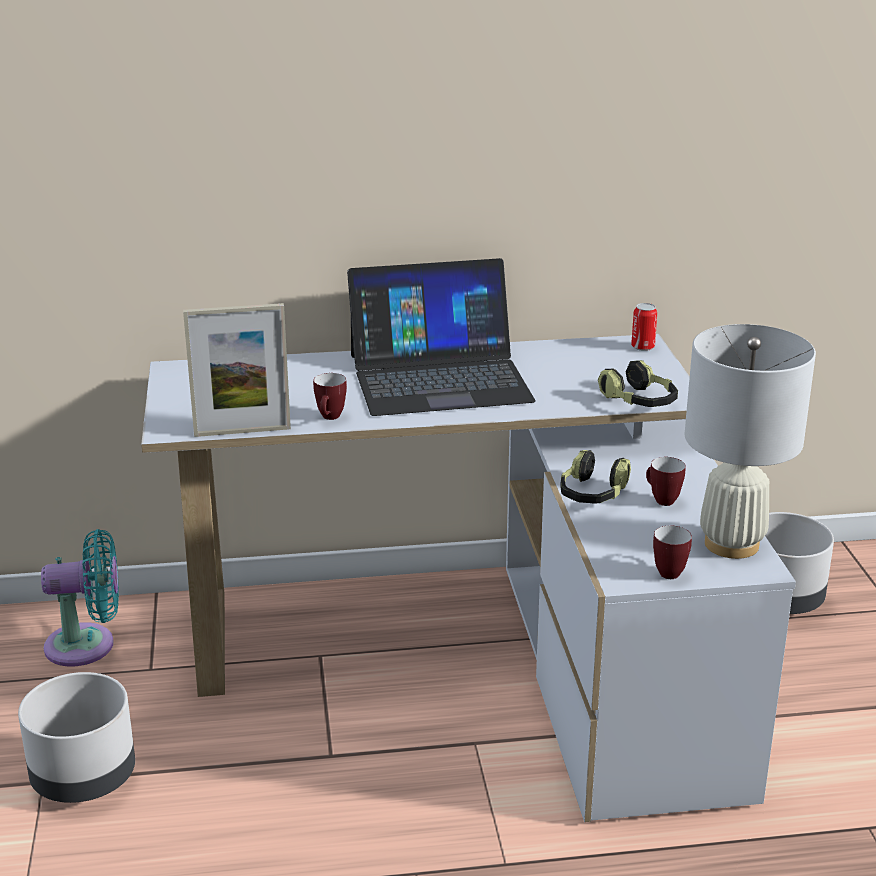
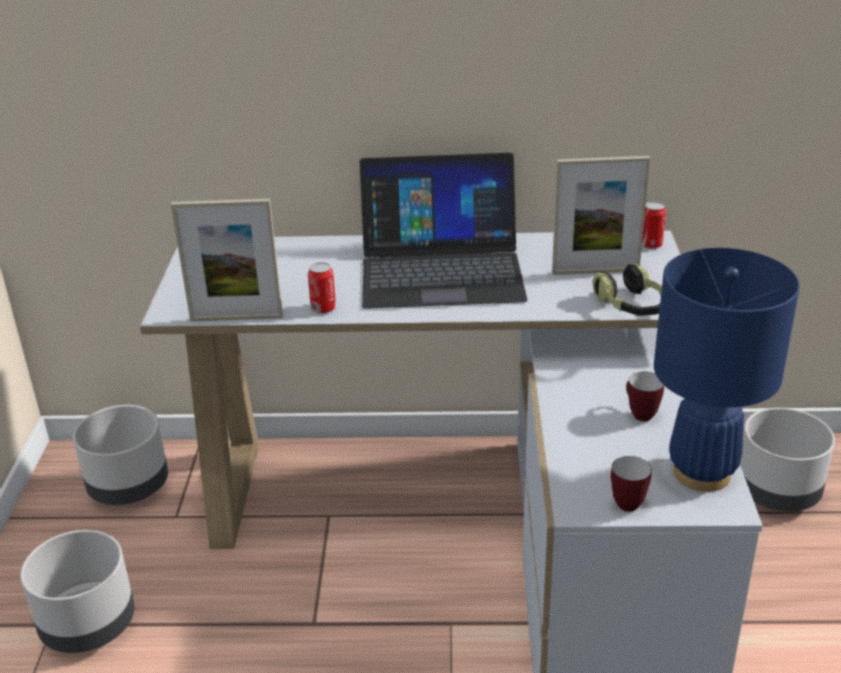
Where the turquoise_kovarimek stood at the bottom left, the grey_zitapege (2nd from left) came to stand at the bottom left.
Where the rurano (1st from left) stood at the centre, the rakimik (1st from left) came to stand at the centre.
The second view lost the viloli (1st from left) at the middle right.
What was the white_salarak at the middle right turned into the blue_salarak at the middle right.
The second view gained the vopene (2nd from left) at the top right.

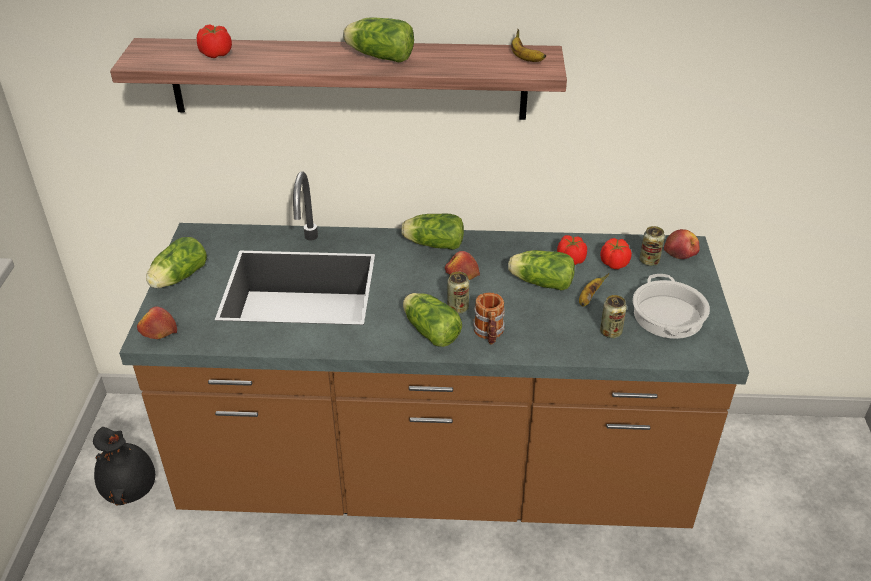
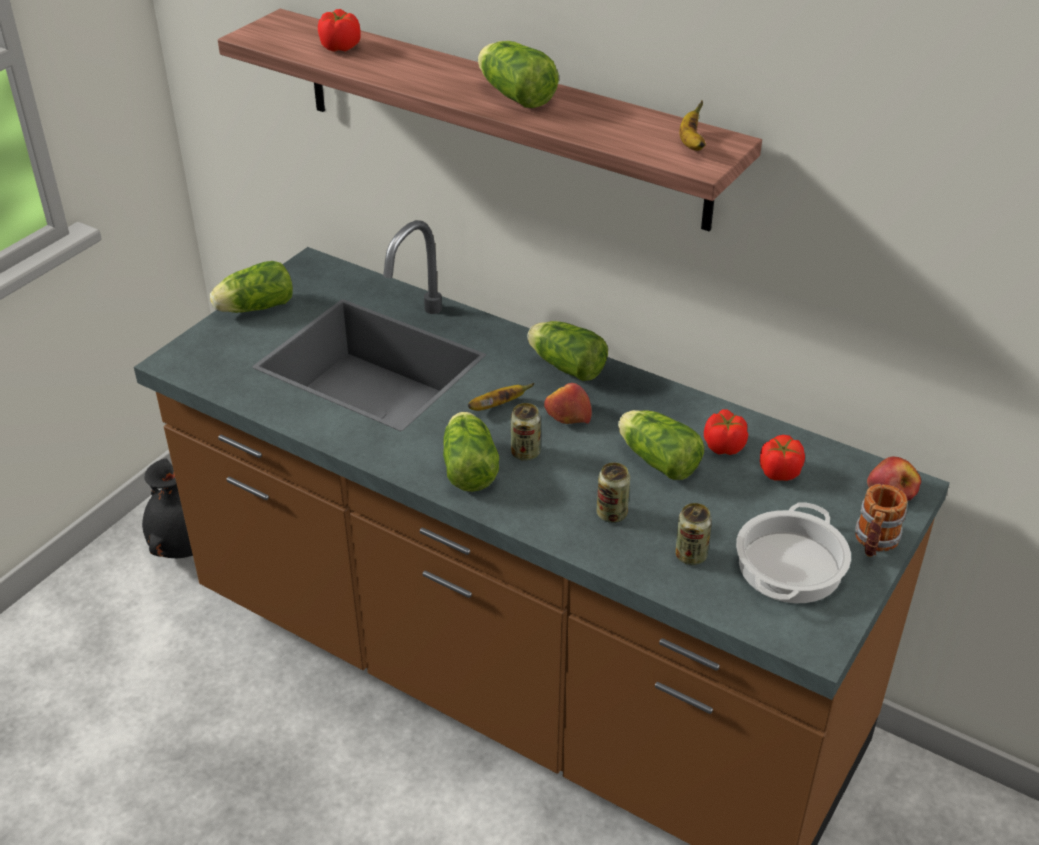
The second view lost the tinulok (1st from left) at the middle left.
The rurano ended up elsewhere, having gone from the centre to the middle right.
The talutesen (2nd from left in the first image) ended up elsewhere, having gone from the middle right to the centre.
The rakimik (3rd from left in the first image) ended up elsewhere, having gone from the middle right to the centre.

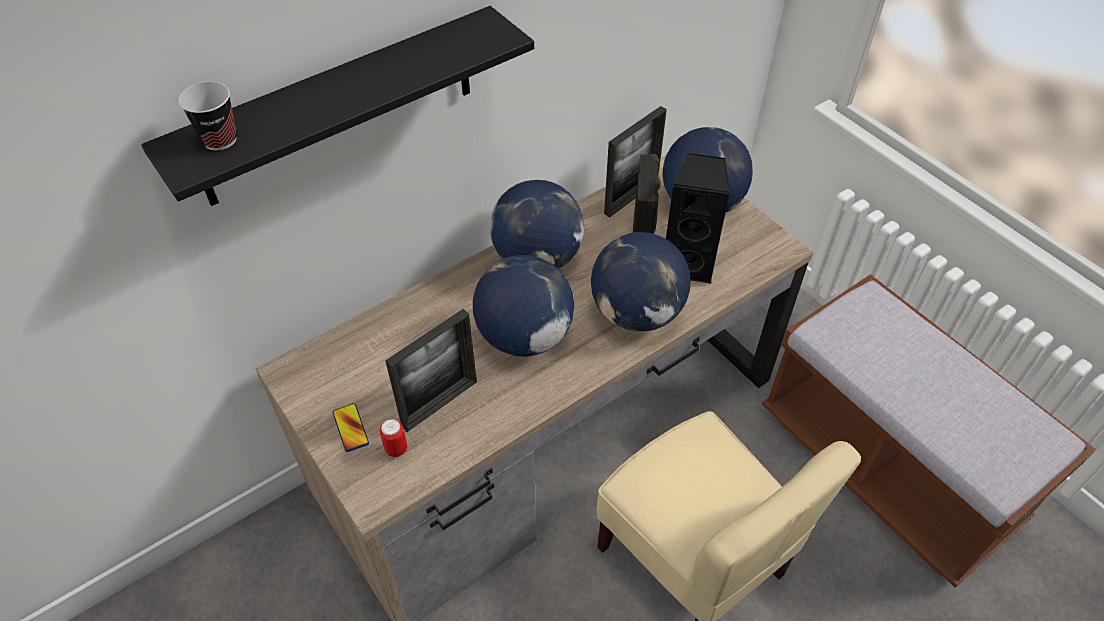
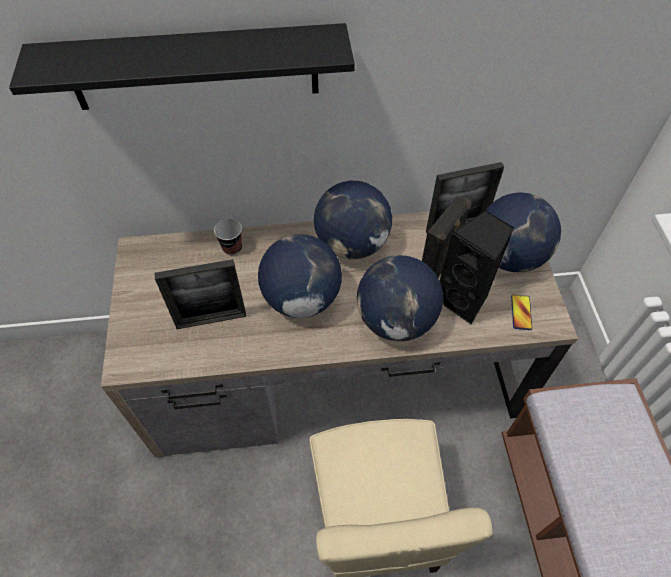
The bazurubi ended up elsewhere, having gone from the top left to the centre.
The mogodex ended up elsewhere, having gone from the bottom left to the middle right.
The second view lost the rakimik at the bottom centre.

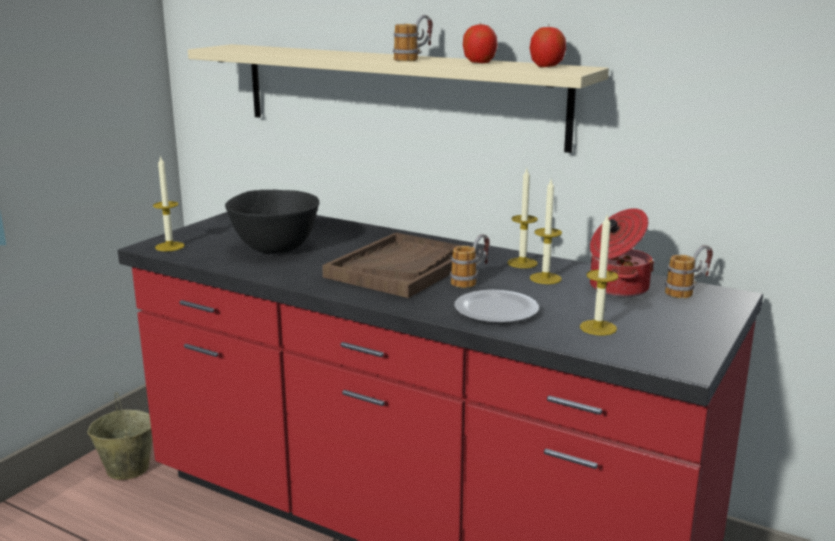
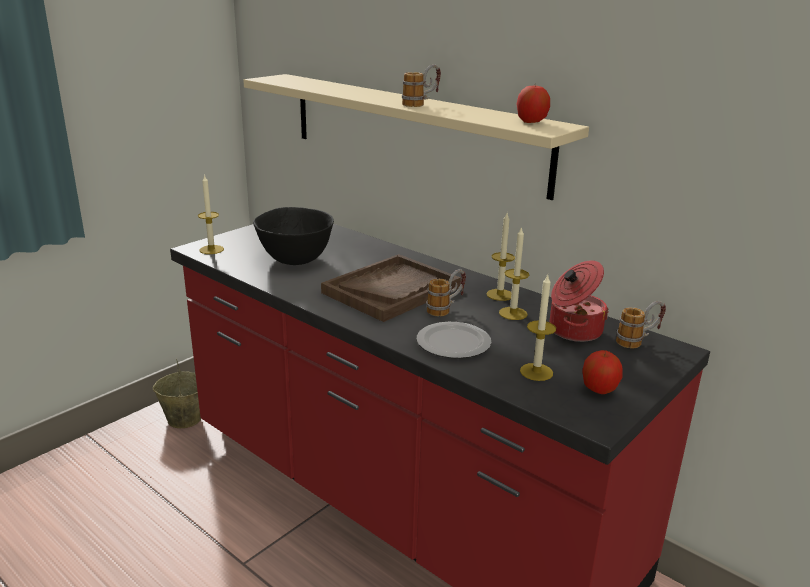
The tinulok (1st from left in the first image) ended up elsewhere, having gone from the top centre to the middle right.

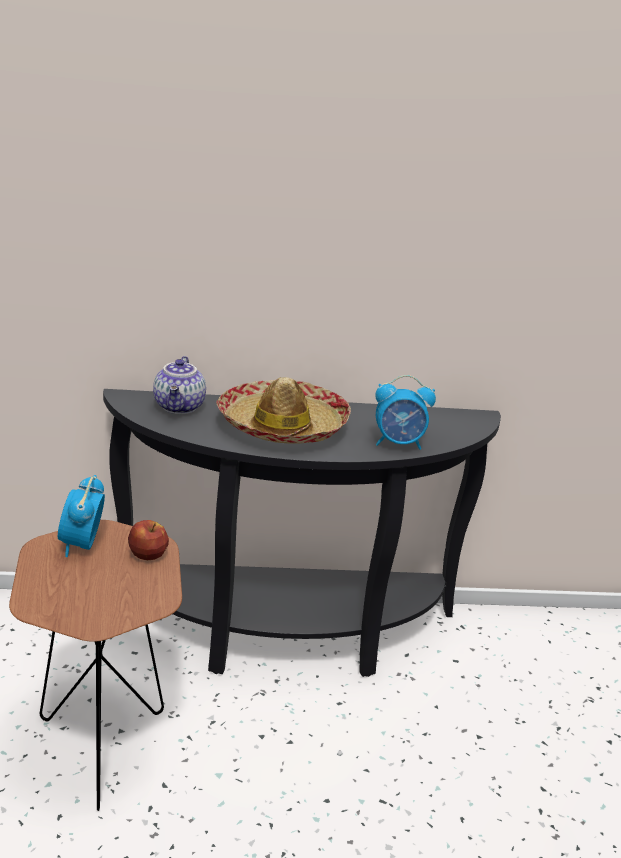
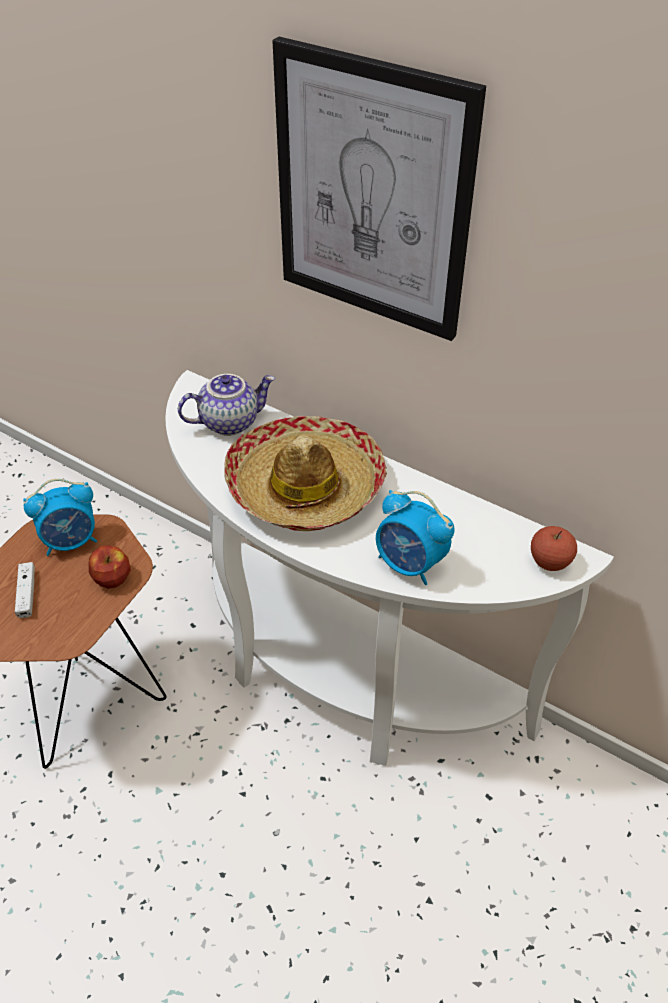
The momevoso (1st from left) at the middle left ended up facing another way, 150 degrees counterclockwise from before.
What was the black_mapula at the centre turned into the white_mapula at the centre.
The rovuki at the middle left ended up facing another way, 150 degrees counterclockwise from before.
The second view gained the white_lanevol at the middle left.
The second view gained the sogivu at the top centre.
The second view gained the tinulok (2nd from left) at the middle right.

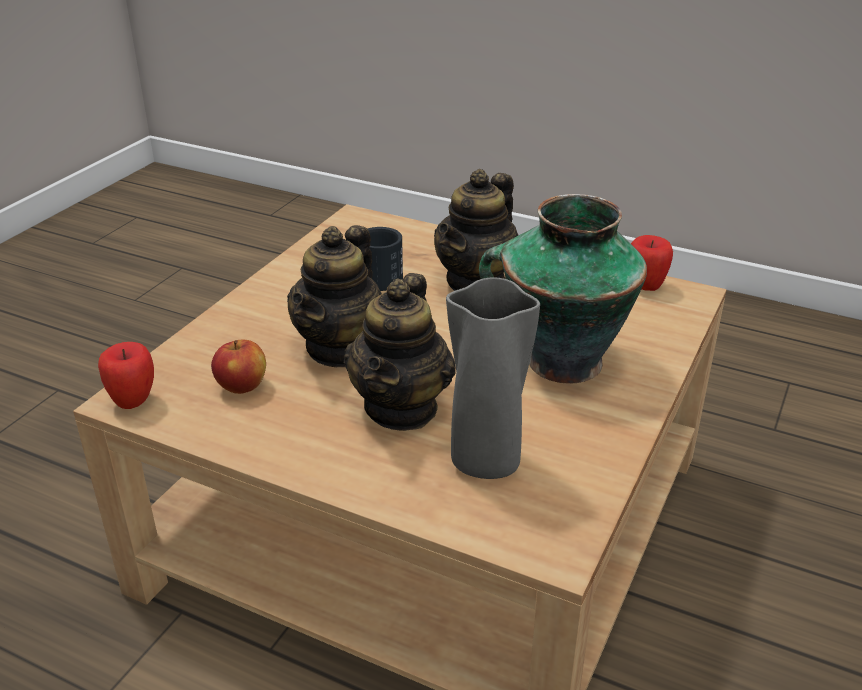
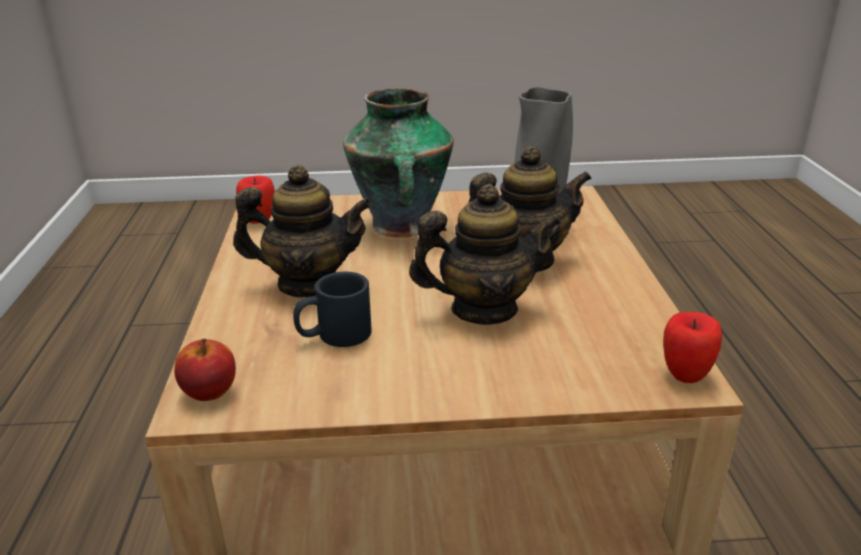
The tinulok (2nd from left in the first image) ended up elsewhere, having gone from the middle left to the bottom left.

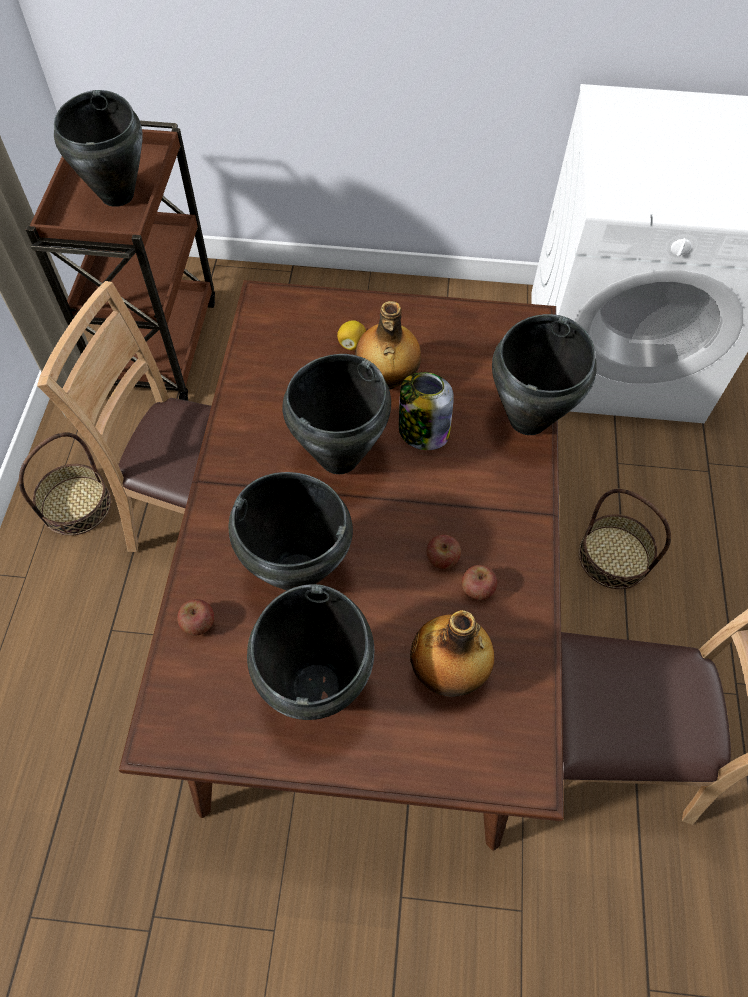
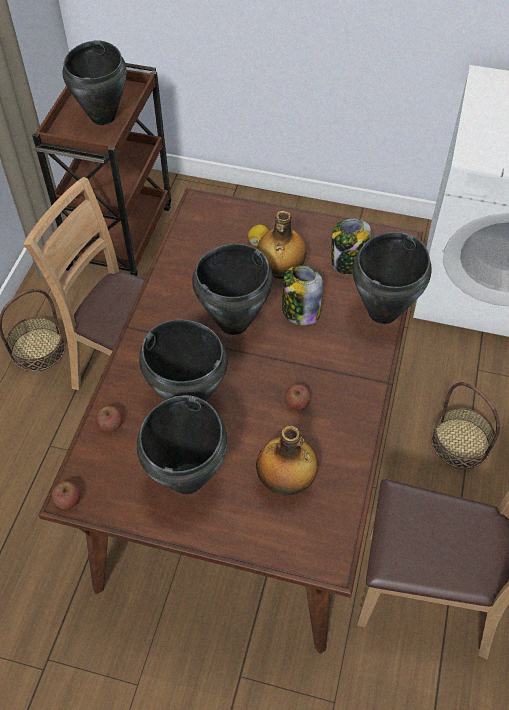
The tinulok (3rd from left in the first image) ended up elsewhere, having gone from the centre to the bottom left.
The second view gained the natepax (2nd from left) at the middle right.

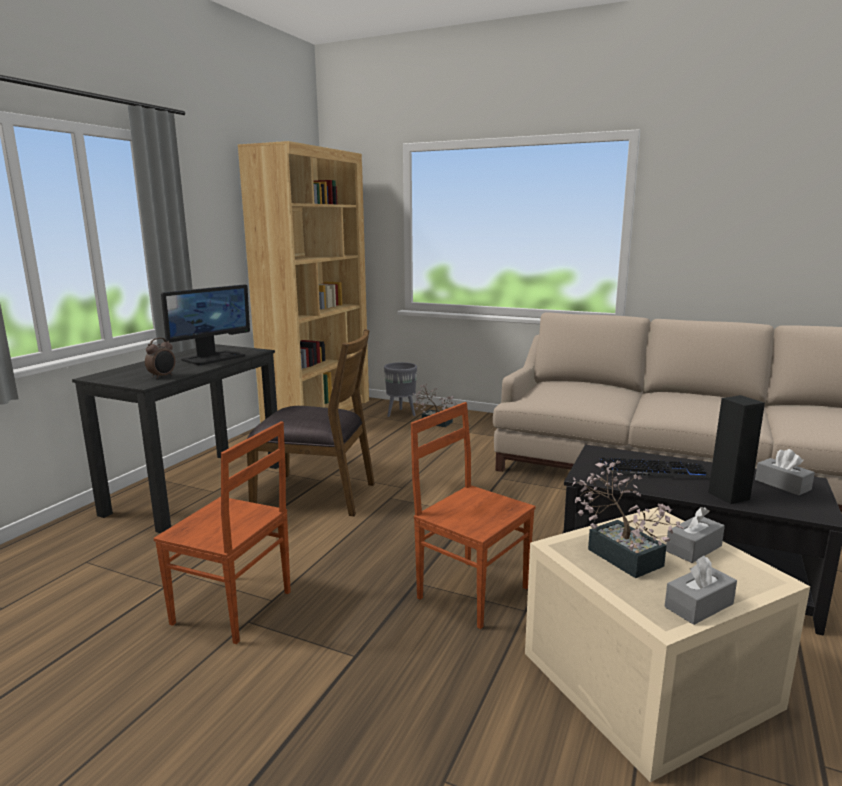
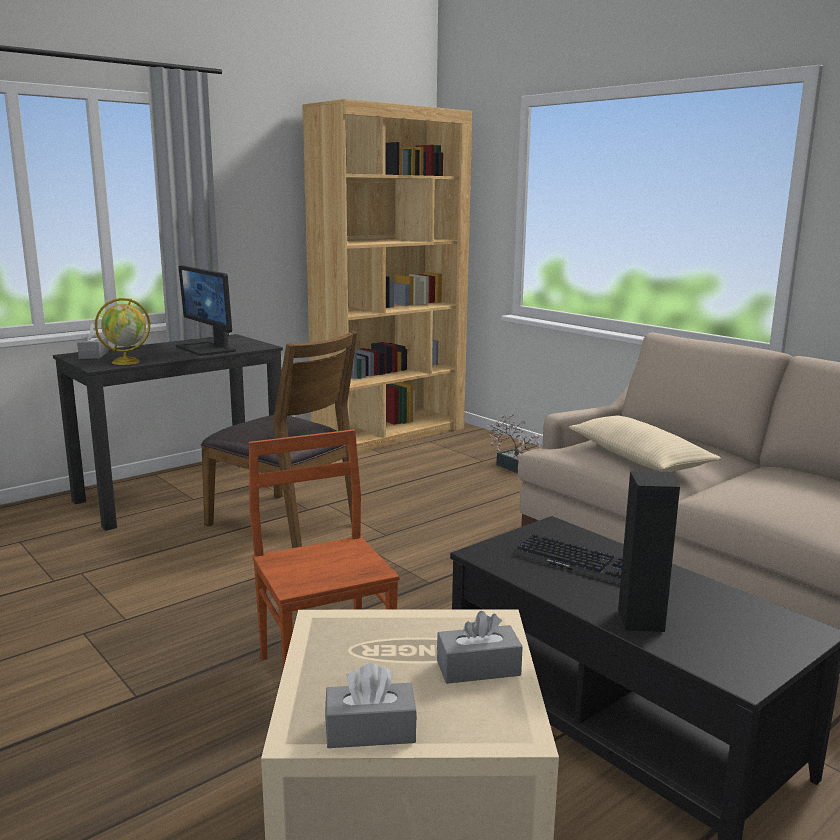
Where the momevoso stood at the middle left, the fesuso came to stand at the middle left.
The second view lost the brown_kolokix (1st from left) at the bottom left.
The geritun at the middle left ended up facing another way, 75 degrees clockwise from before.
The second view lost the grey_zitapege at the centre.
The second view lost the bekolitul (2nd from left) at the middle right.
The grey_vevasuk (3rd from left in the first image) ended up elsewhere, having gone from the middle right to the middle left.
The second view gained the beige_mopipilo at the middle right.

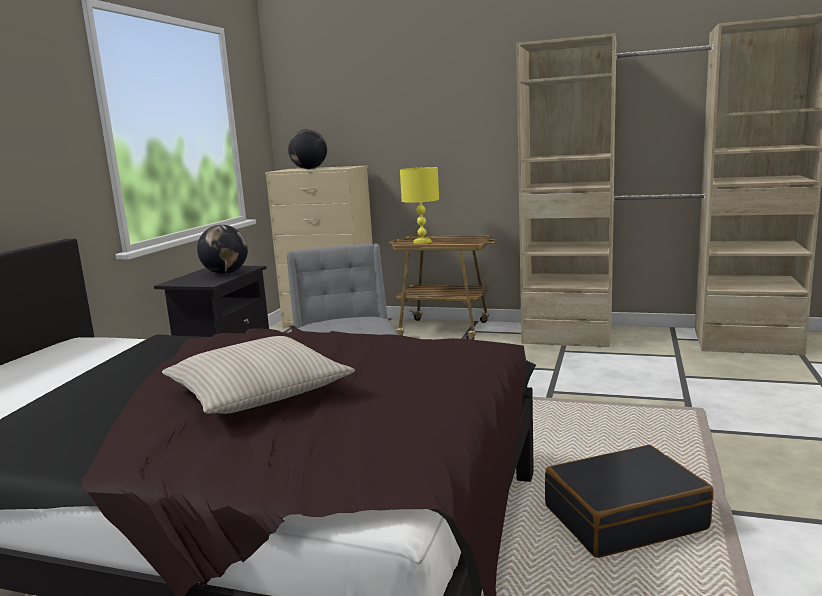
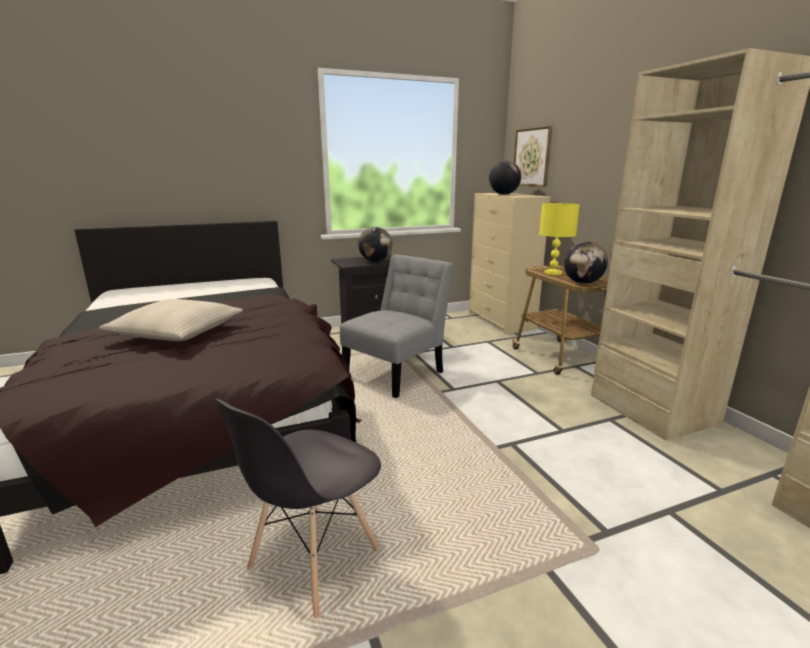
Where the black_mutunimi stood at the bottom right, the grey_kolokix (1st from left) came to stand at the bottom centre.
The second view gained the sogivu at the top centre.
The second view gained the fesuso (3rd from left) at the middle right.

